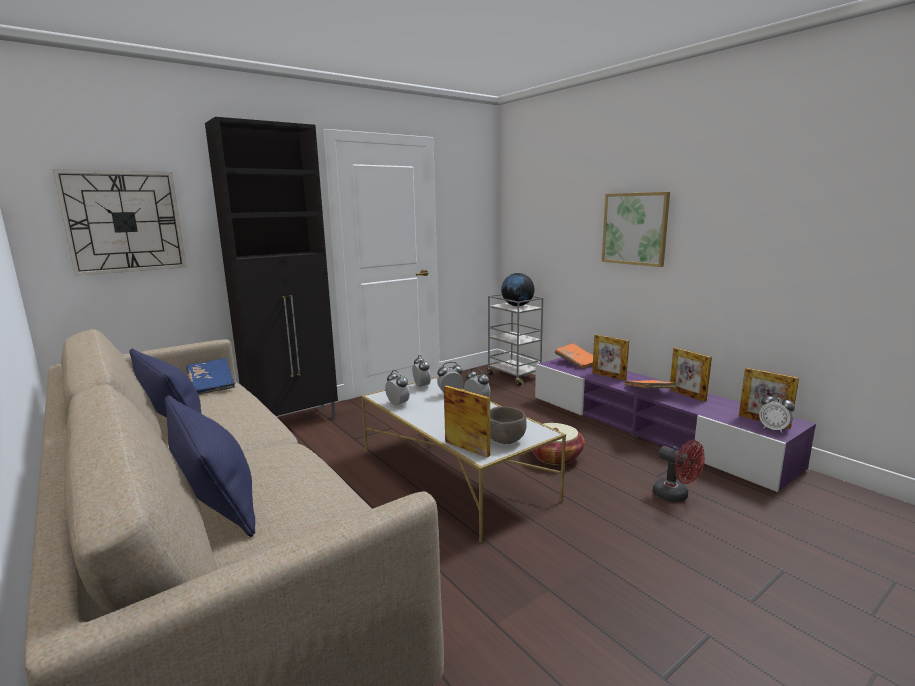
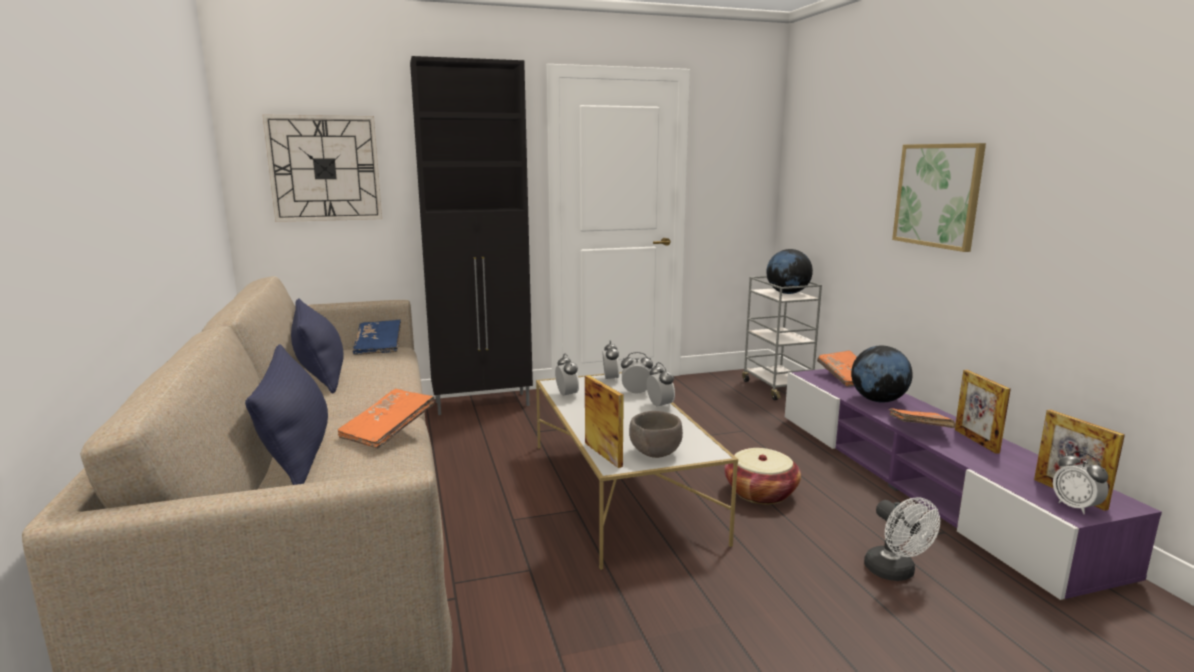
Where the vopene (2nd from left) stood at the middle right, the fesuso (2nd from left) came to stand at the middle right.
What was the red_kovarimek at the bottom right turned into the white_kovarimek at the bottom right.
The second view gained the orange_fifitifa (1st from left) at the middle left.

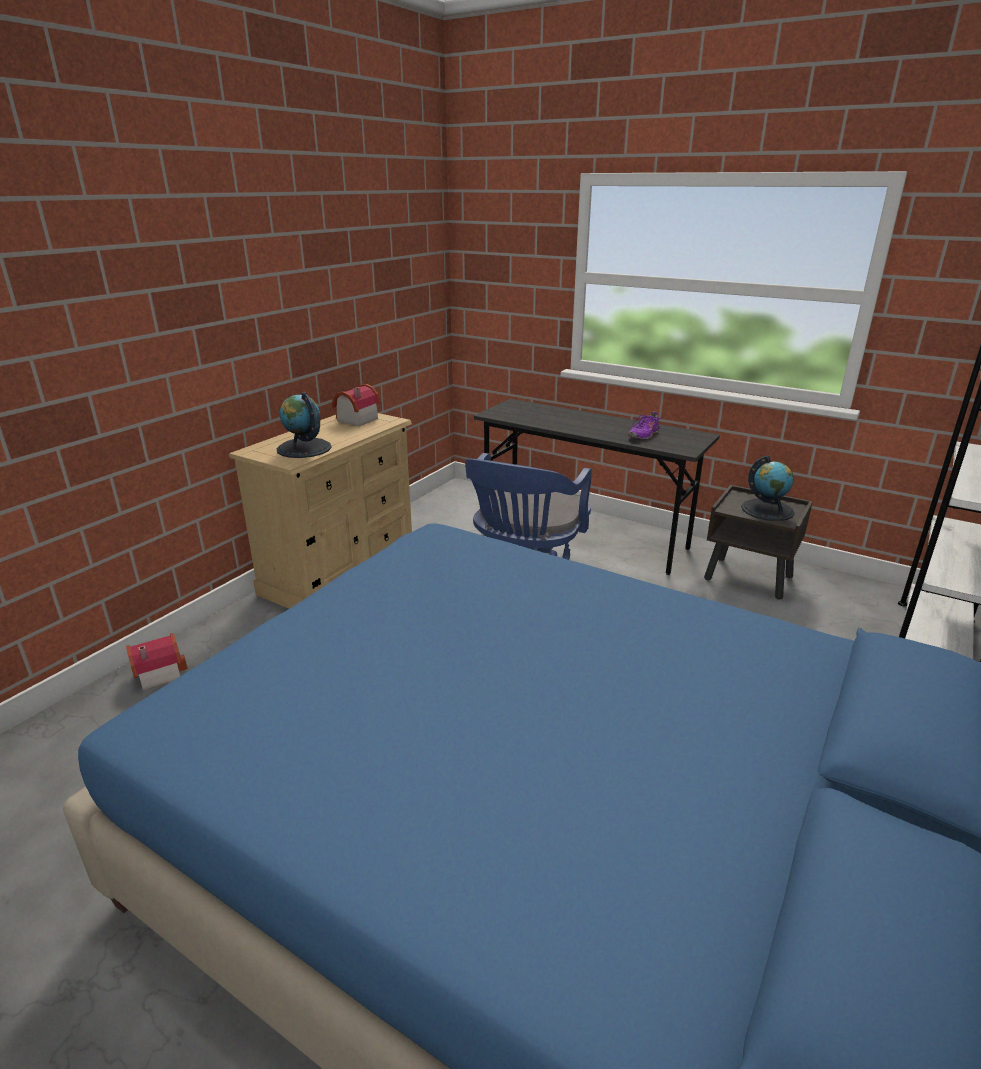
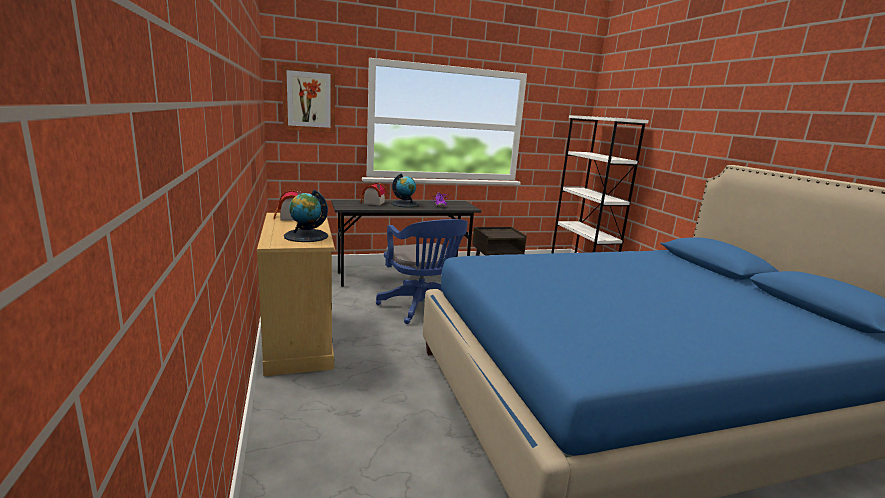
The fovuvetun (1st from left in the first image) ended up elsewhere, having gone from the middle left to the centre.
The fesuso (2nd from left) ended up elsewhere, having gone from the middle right to the centre.
The second view gained the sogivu at the top centre.

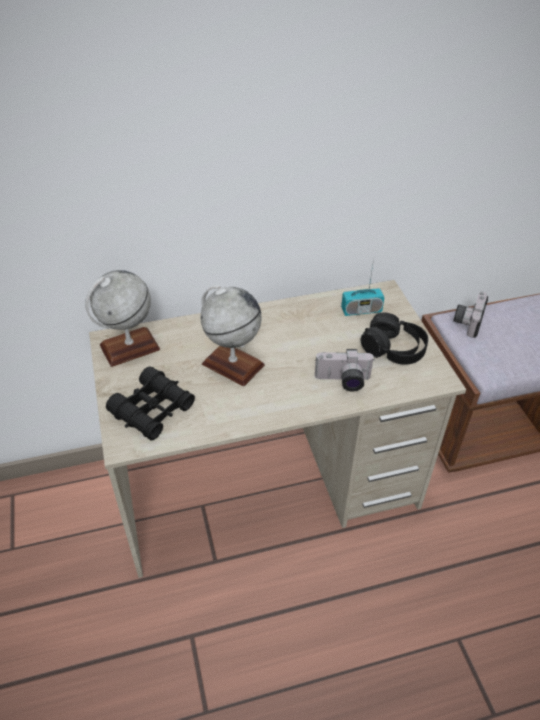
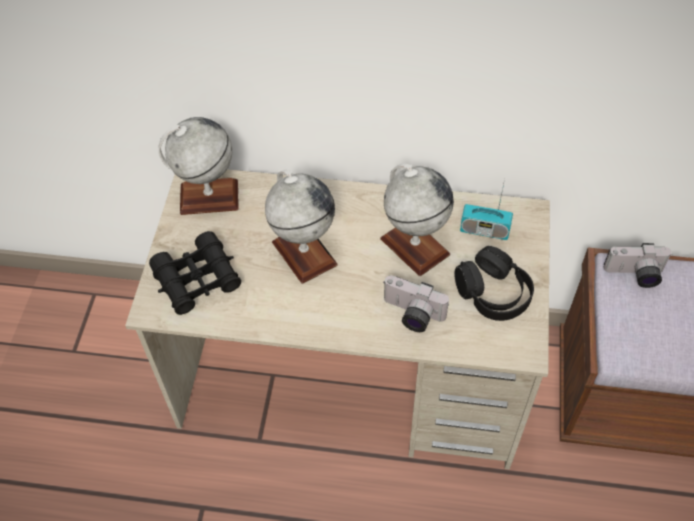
The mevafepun (2nd from left) at the middle right ended up facing another way, 135 degrees counterclockwise from before.
The second view gained the fesuso (3rd from left) at the centre.

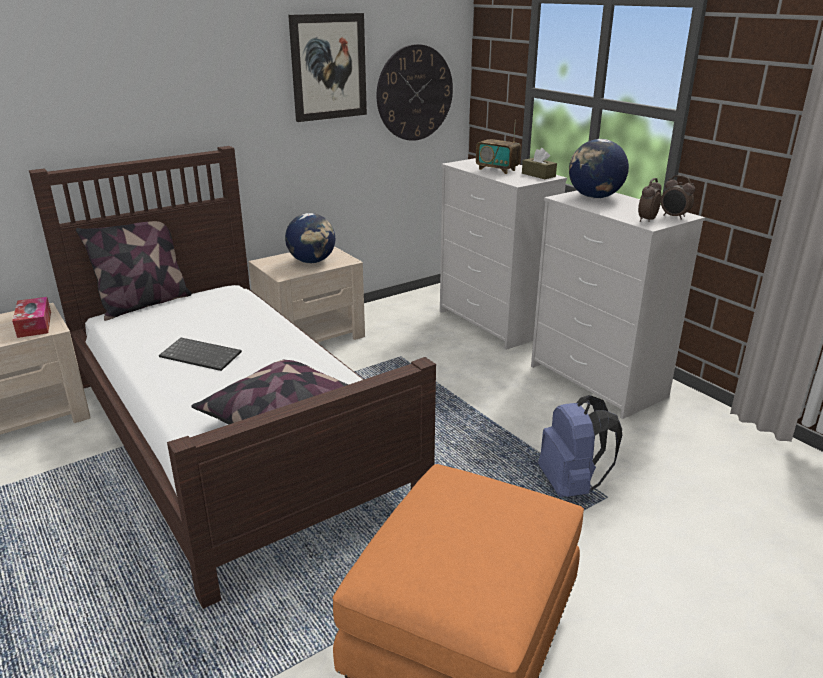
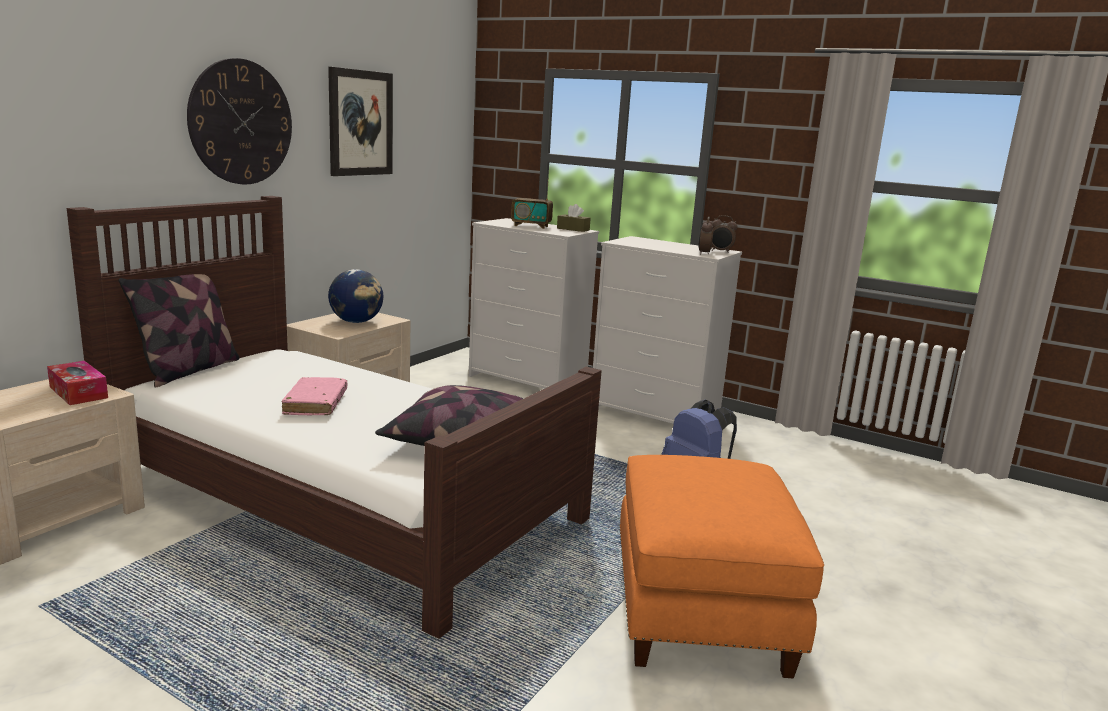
Where the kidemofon stood at the middle left, the pink_fifitifa came to stand at the middle left.
The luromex ended up elsewhere, having gone from the top centre to the top left.
The second view lost the fesuso (2nd from left) at the top right.

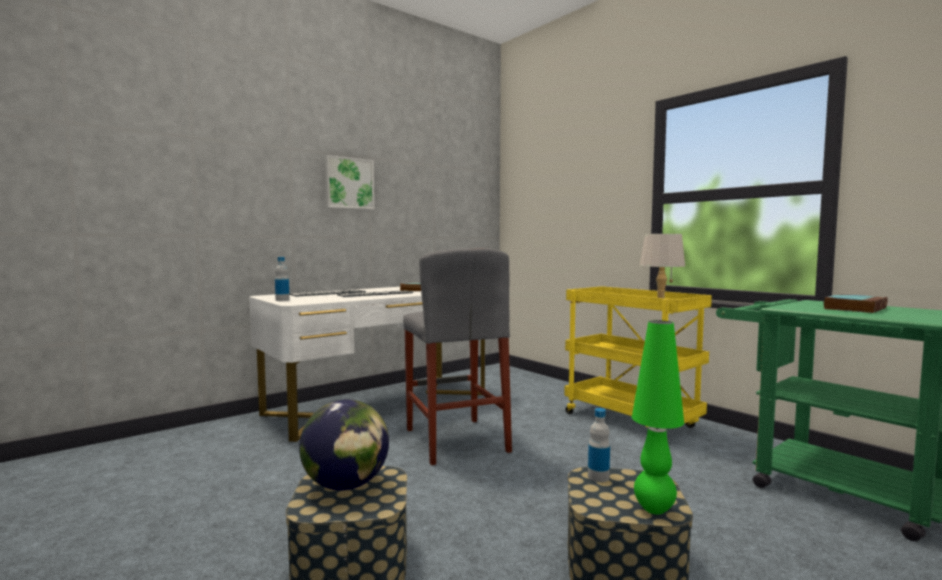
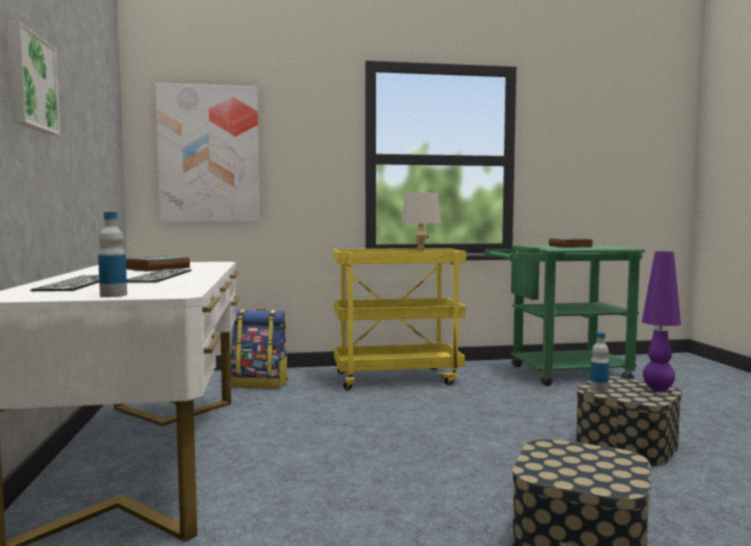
The second view lost the fesuso at the bottom centre.
The second view lost the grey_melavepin at the centre.
What was the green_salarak at the bottom right turned into the purple_salarak at the middle right.
The second view gained the sogivu (2nd from left) at the top left.
The second view gained the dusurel at the centre.

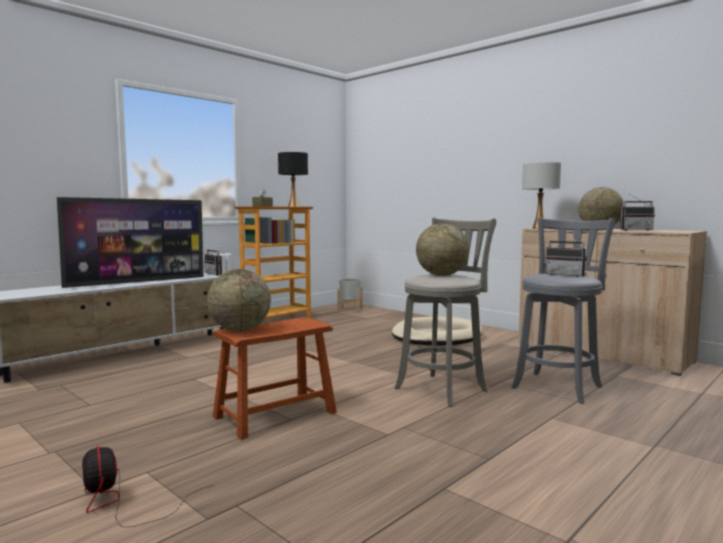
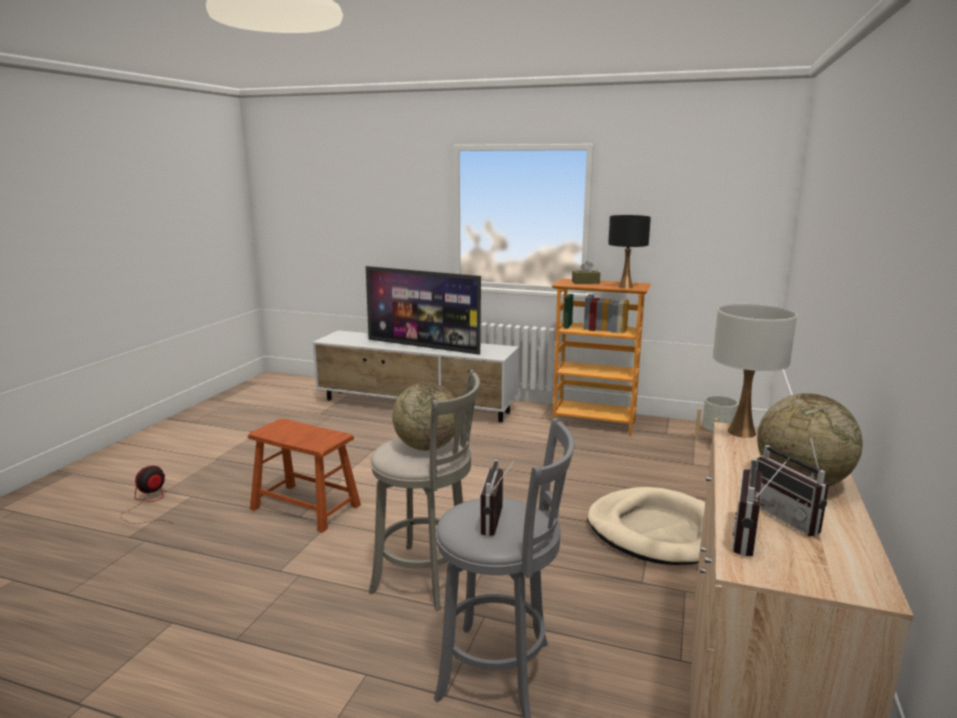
The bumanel (1st from left in the first image) ended up elsewhere, having gone from the middle left to the bottom right.
The second view lost the fesuso (1st from left) at the middle left.

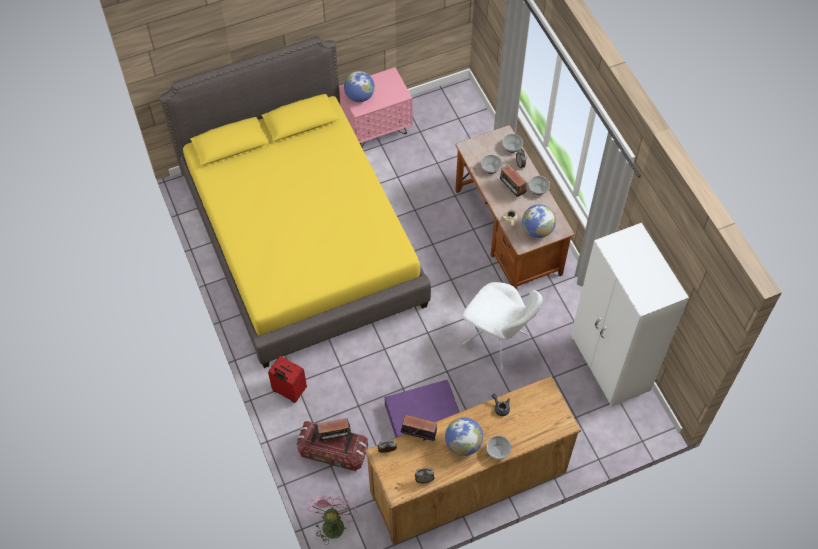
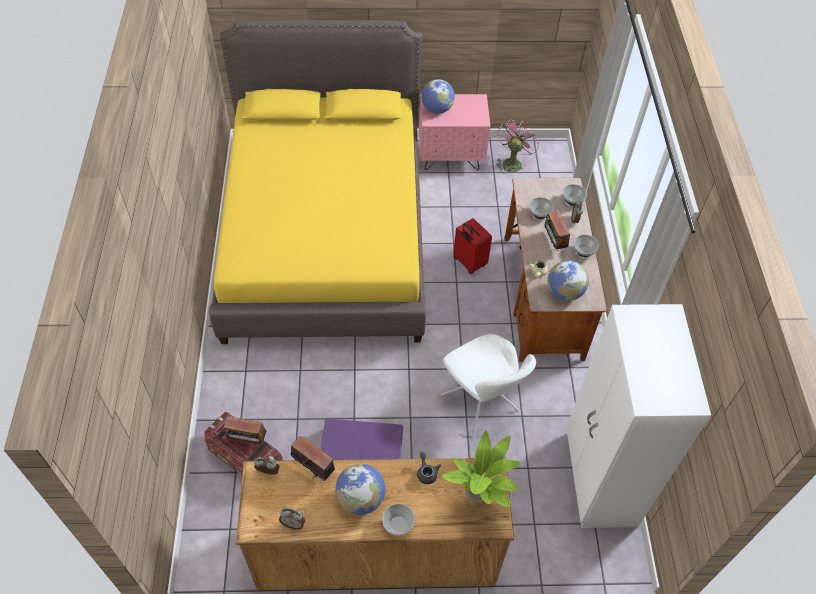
The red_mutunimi ended up elsewhere, having gone from the bottom centre to the centre.
The pink_kovarimek ended up elsewhere, having gone from the bottom centre to the top centre.
The second view gained the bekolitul at the bottom centre.

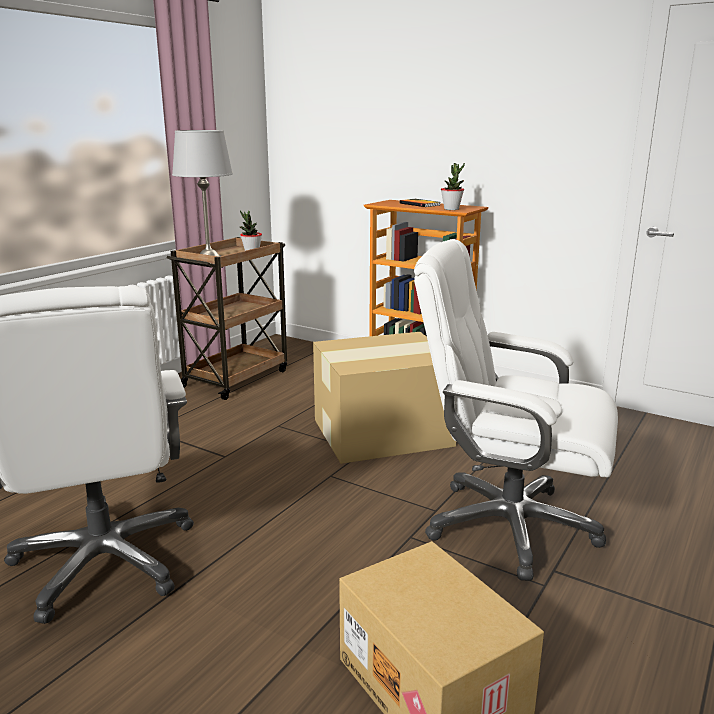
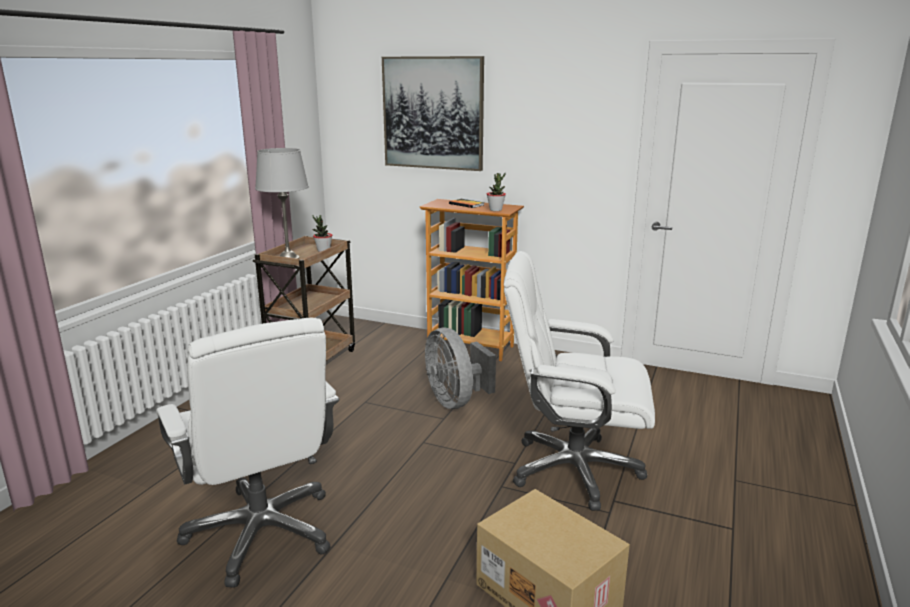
Where the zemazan (1st from left) stood at the centre, the grey_kovarimek came to stand at the centre.
The second view gained the sogivu at the top centre.

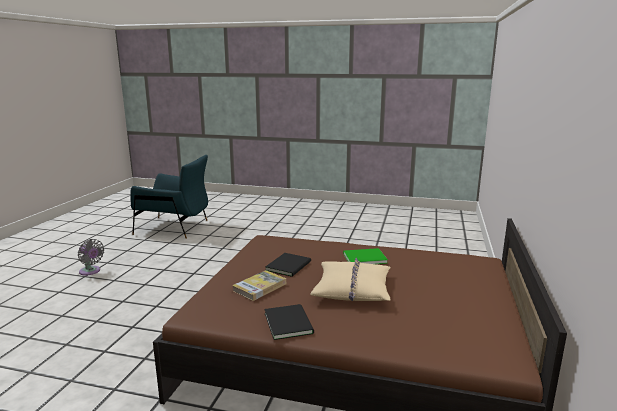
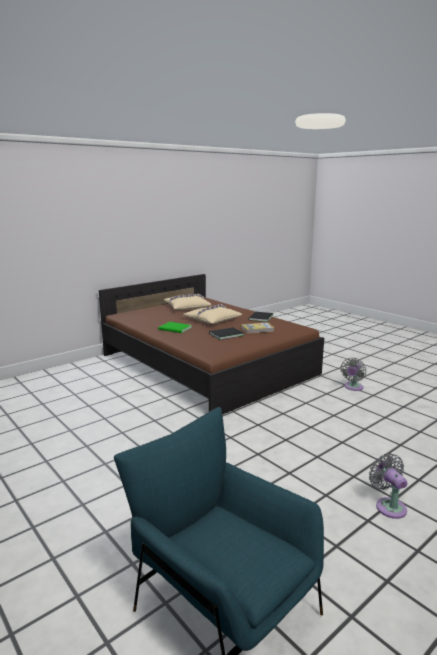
The second view gained the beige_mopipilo (1st from left) at the centre.
The second view gained the grey_kovarimek (1st from left) at the middle right.

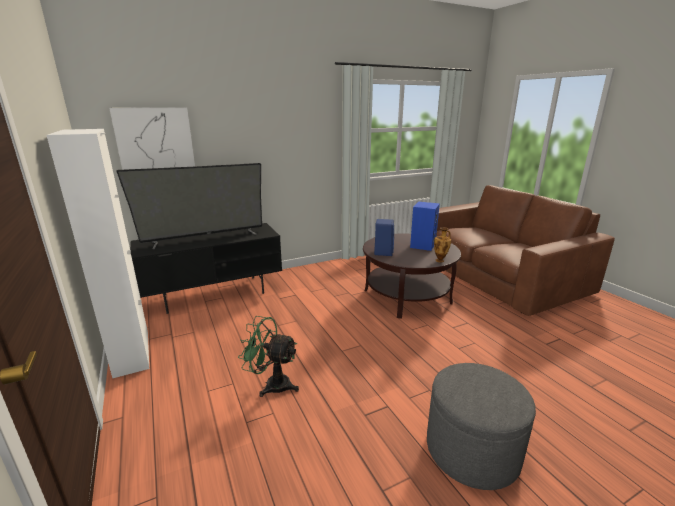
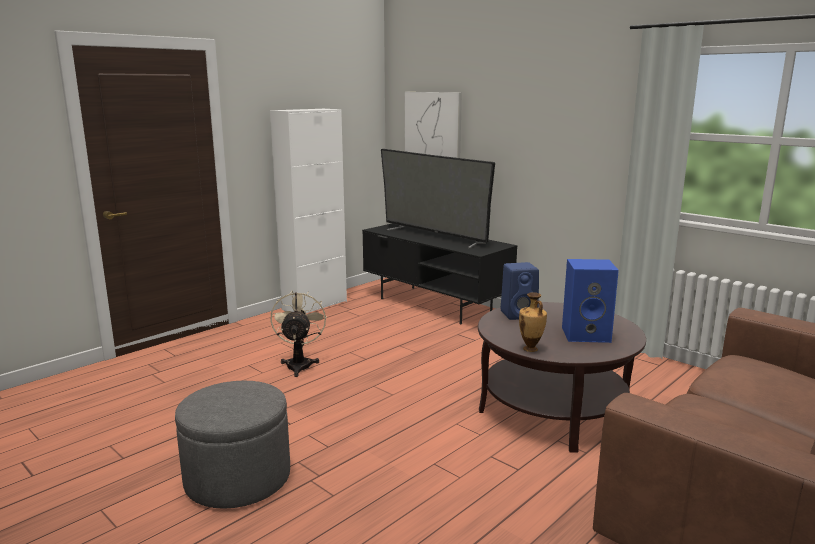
What was the green_kovarimek at the bottom centre turned into the beige_kovarimek at the centre.

